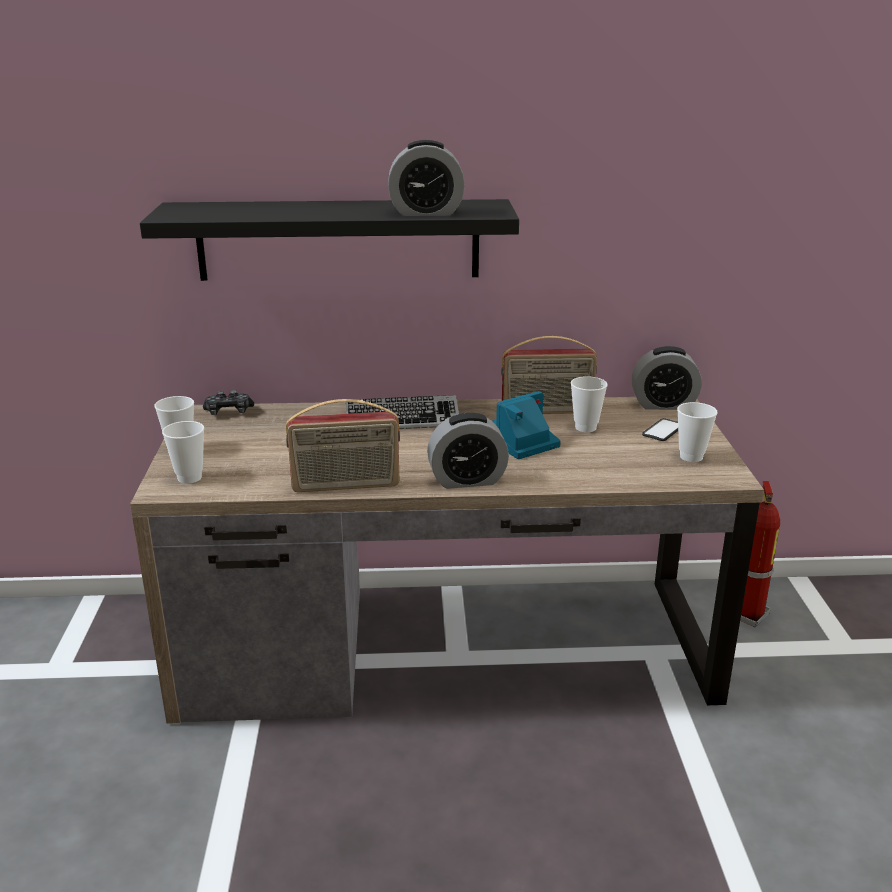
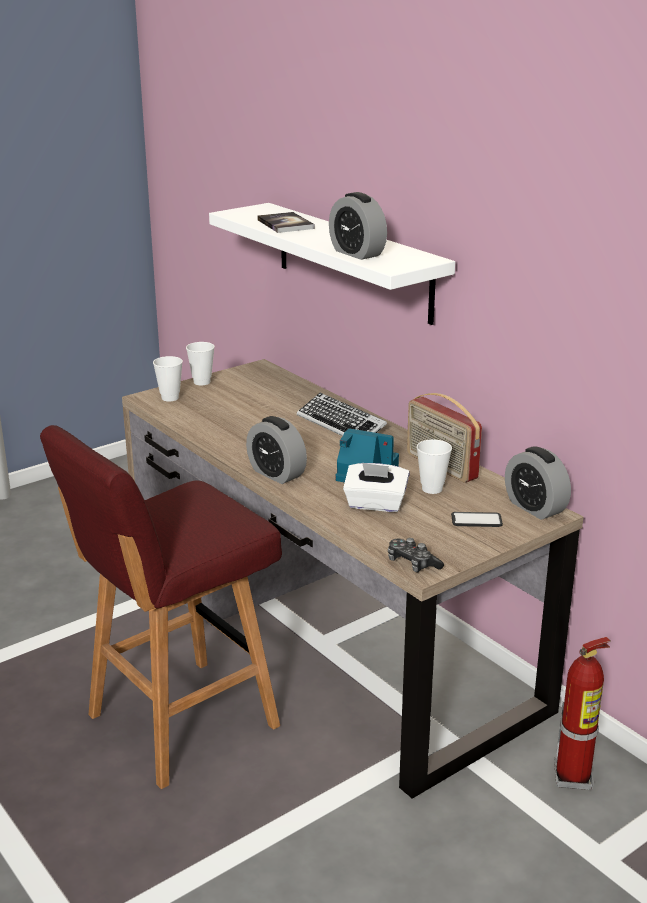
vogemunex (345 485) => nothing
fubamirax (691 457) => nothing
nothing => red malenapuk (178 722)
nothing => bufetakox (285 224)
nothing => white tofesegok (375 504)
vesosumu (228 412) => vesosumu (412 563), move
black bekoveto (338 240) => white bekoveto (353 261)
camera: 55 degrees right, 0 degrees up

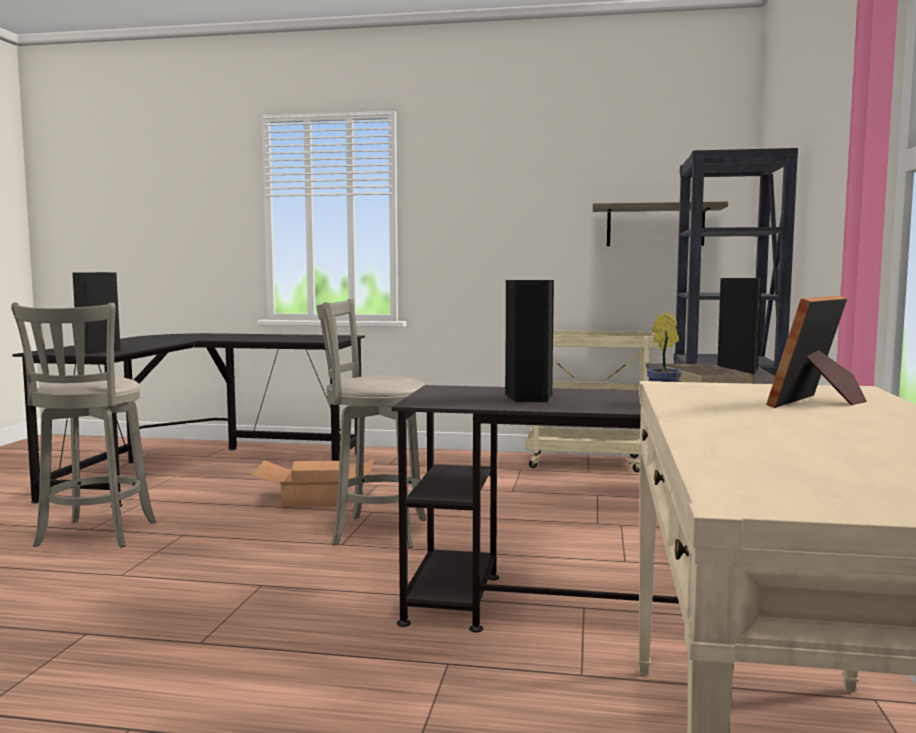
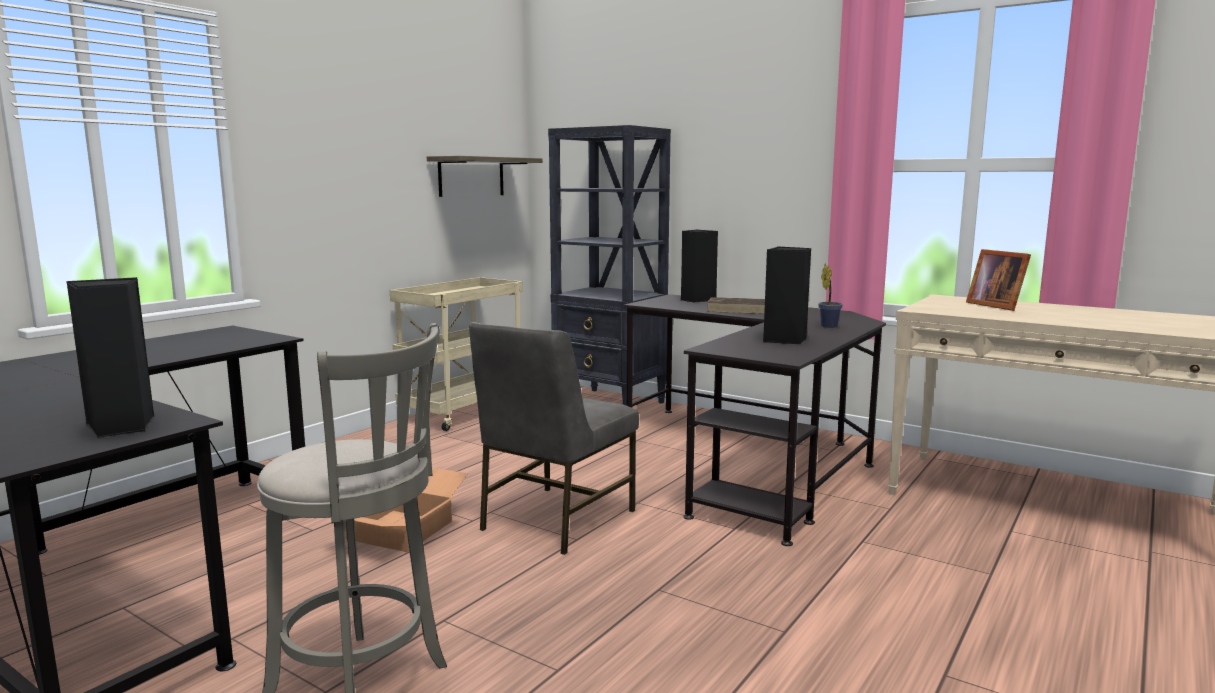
grey malenapuk (374 531) => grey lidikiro (554 520)
camera: 65 degrees left, 5 degrees up

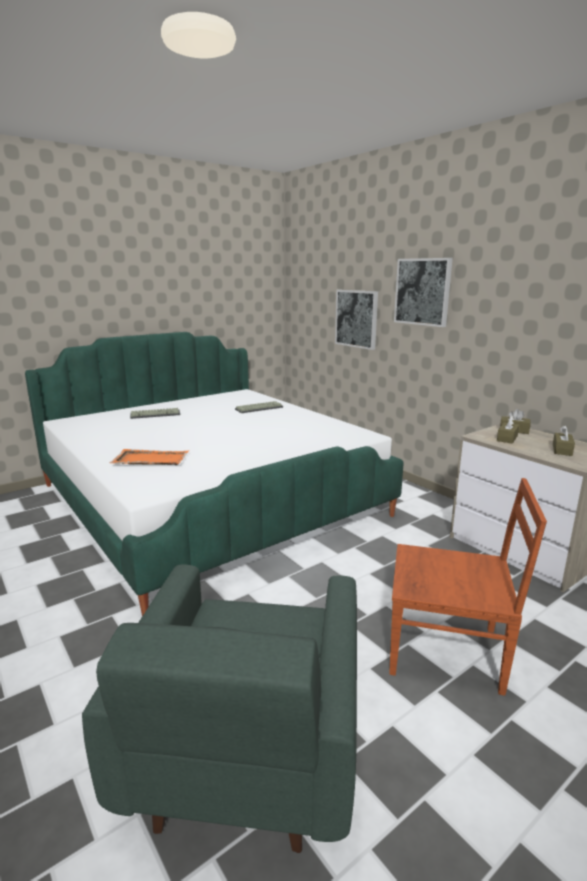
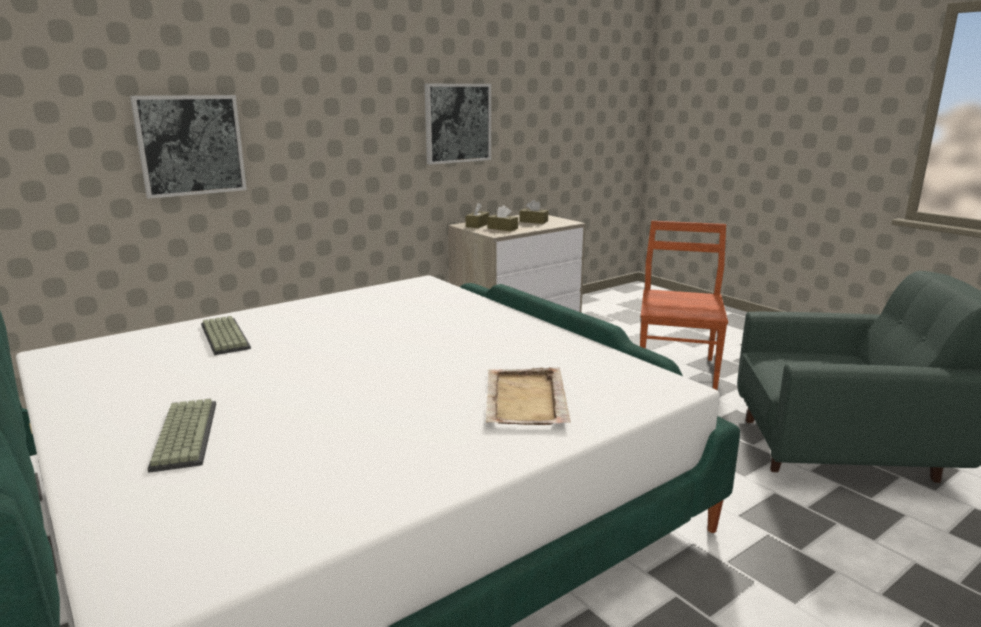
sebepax (422 292) => sebepax (457 123), move
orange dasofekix (150 459) => beige dasofekix (525 400)
camera: 90 degrees left, 0 degrees up

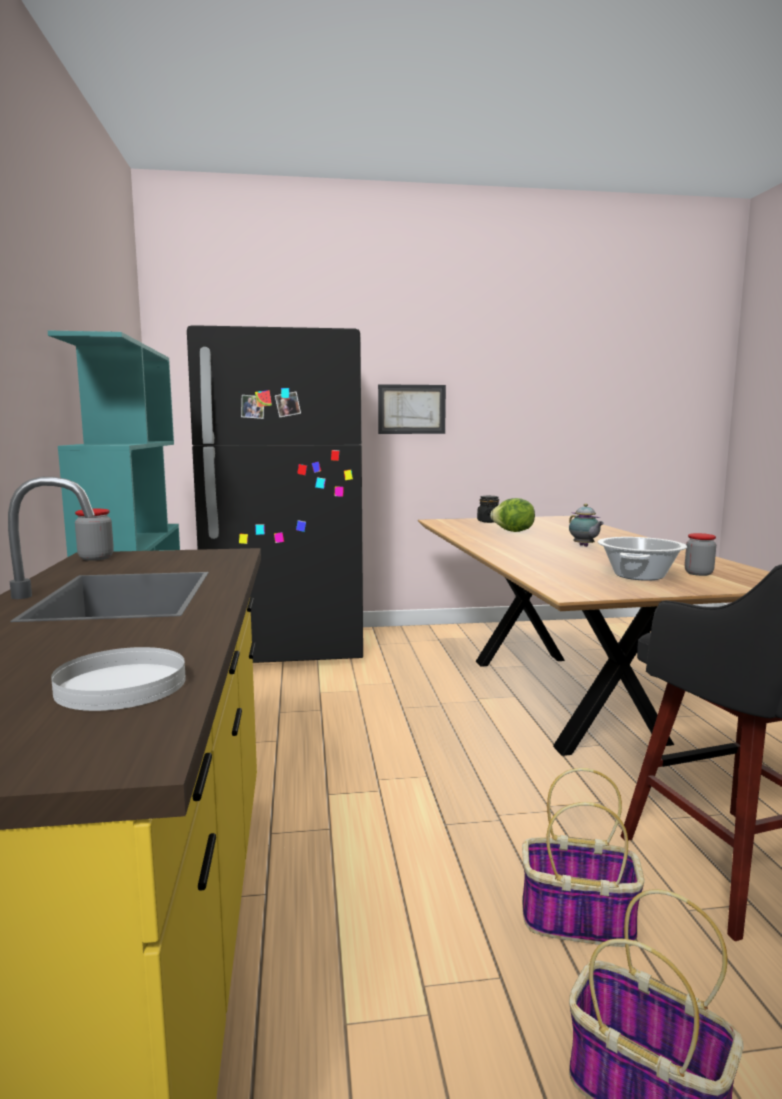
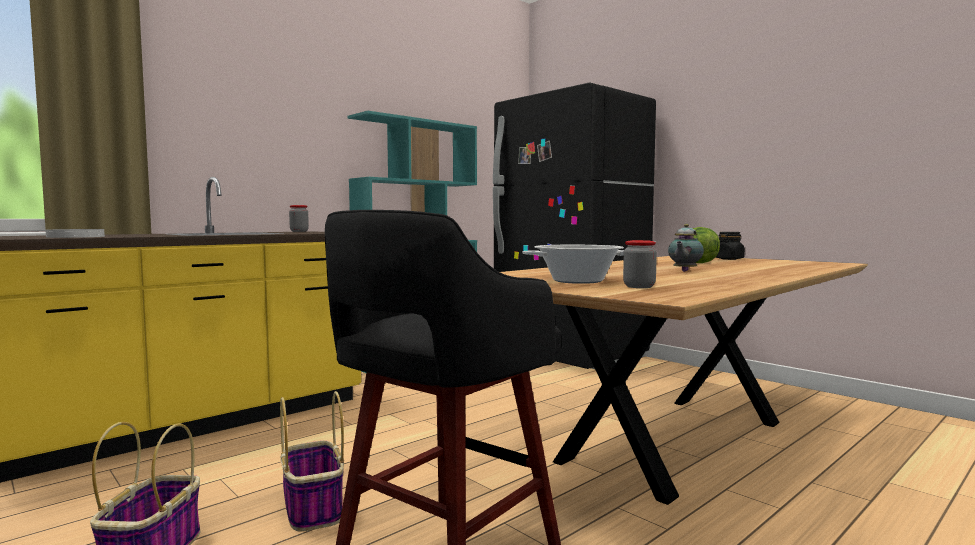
sebepax (411 409) => nothing
camera: 55 degrees right, 5 degrees down

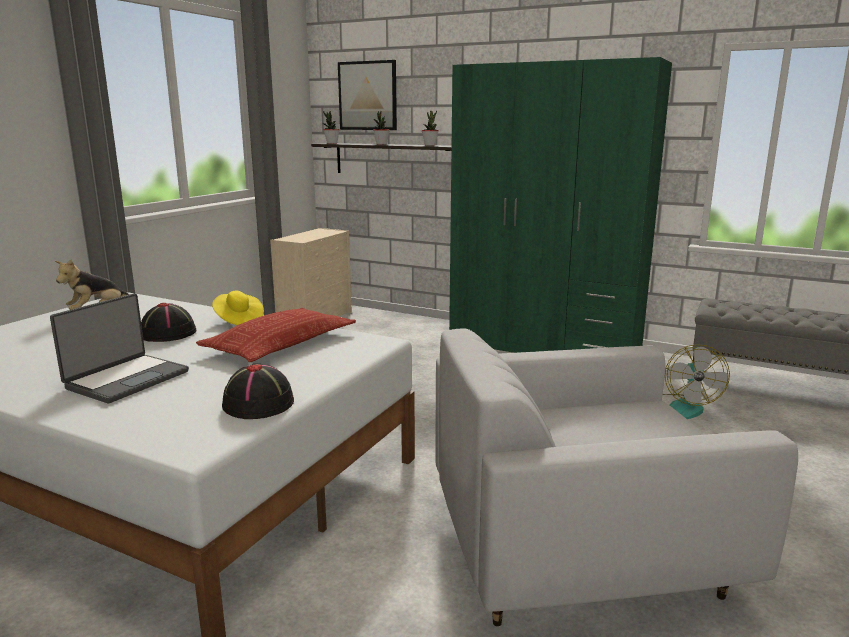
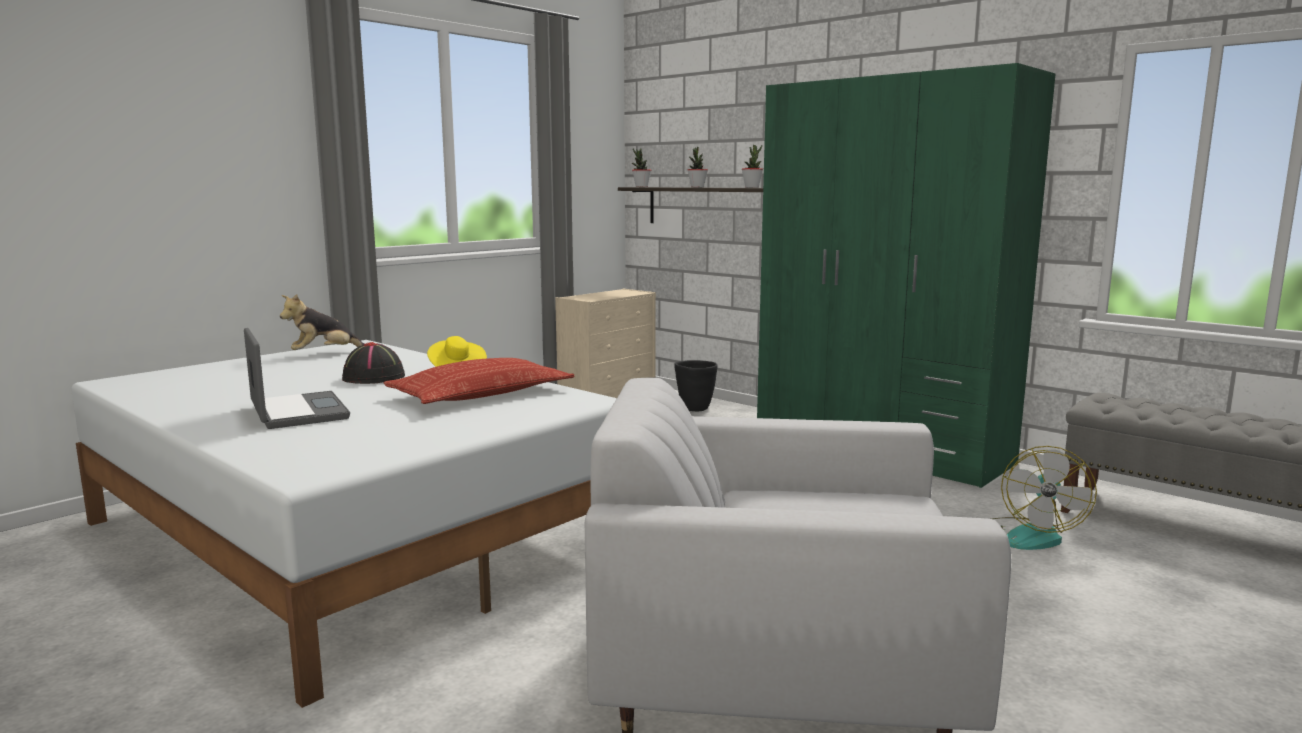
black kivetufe (259 403) => nothing
sebepax (367 96) => nothing
nothing => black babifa (695 408)
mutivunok (126 379) => mutivunok (297 412), 75 degrees counterclockwise
camera: 15 degrees right, 5 degrees down

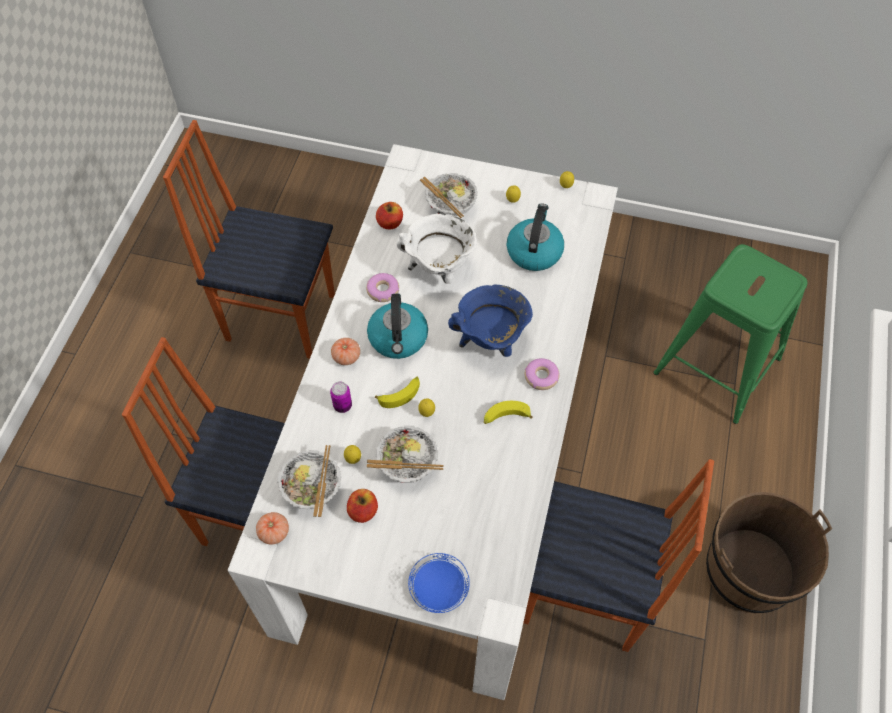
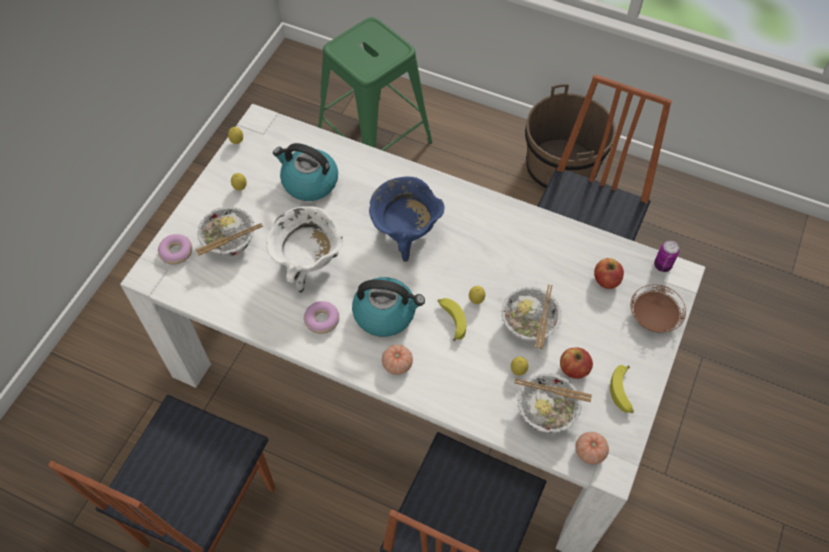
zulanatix (342 405) => zulanatix (662 265), move
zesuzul (390 223) => zesuzul (606 280), move
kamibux (505 417) => kamibux (622 392), move
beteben (541 377) => beteben (176 252), move
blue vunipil (439 589) => brown vunipil (654 316)
camera: 80 degrees left, 0 degrees up

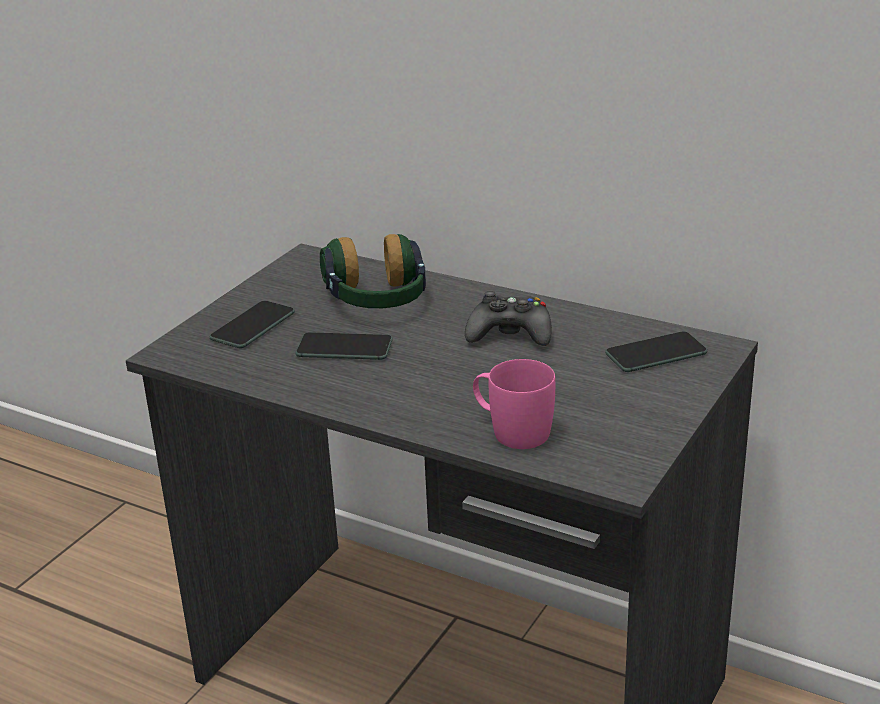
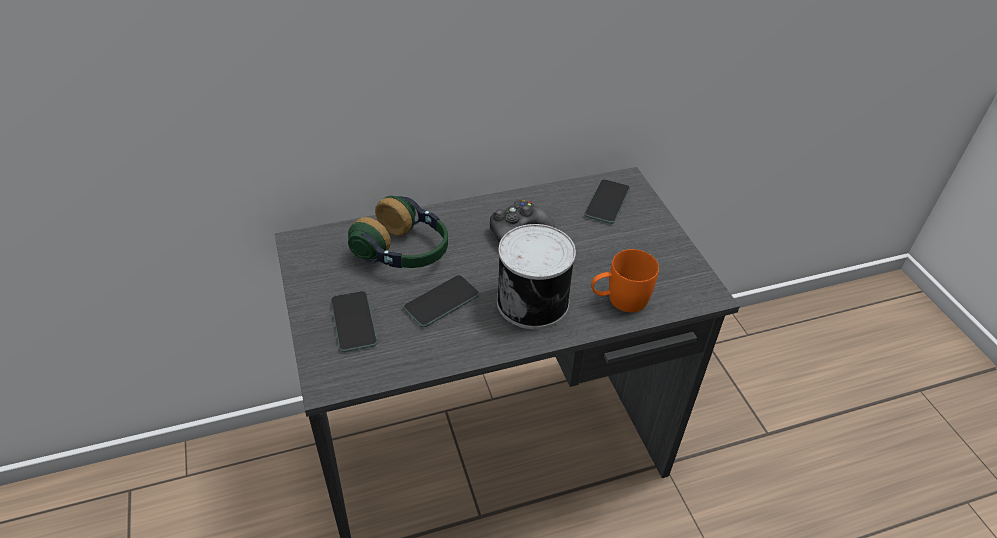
nothing => zulanatix (534 301)
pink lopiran (511 431) => orange lopiran (619 300)
camera: 50 degrees left, 15 degrees up

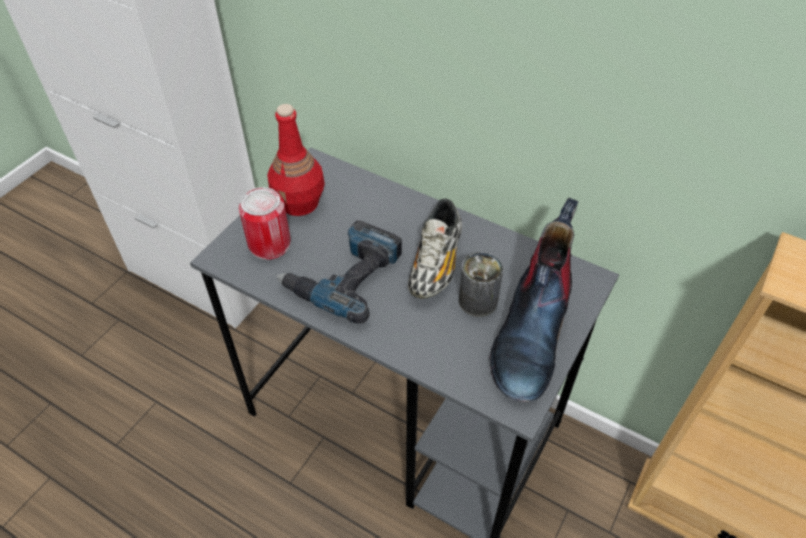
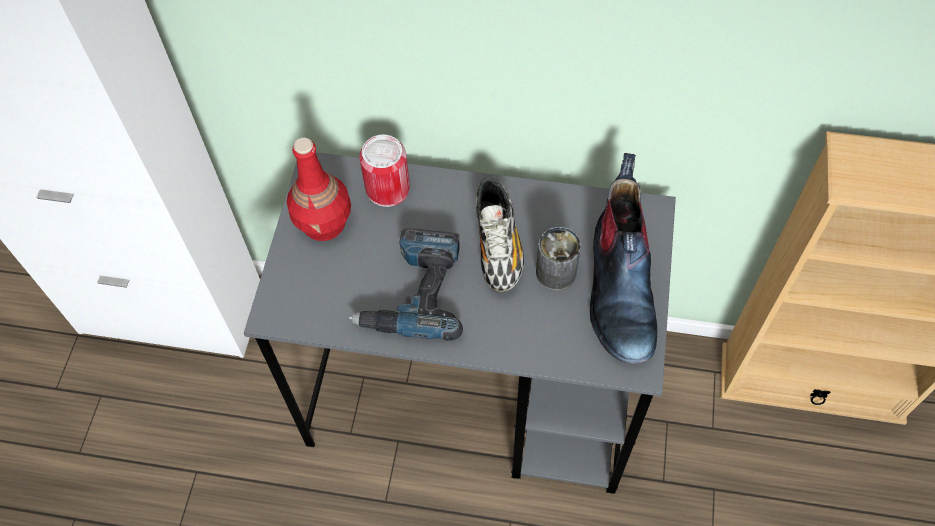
zulanatix (269 244) => zulanatix (387 188), move
camera: 20 degrees left, 10 degrees up

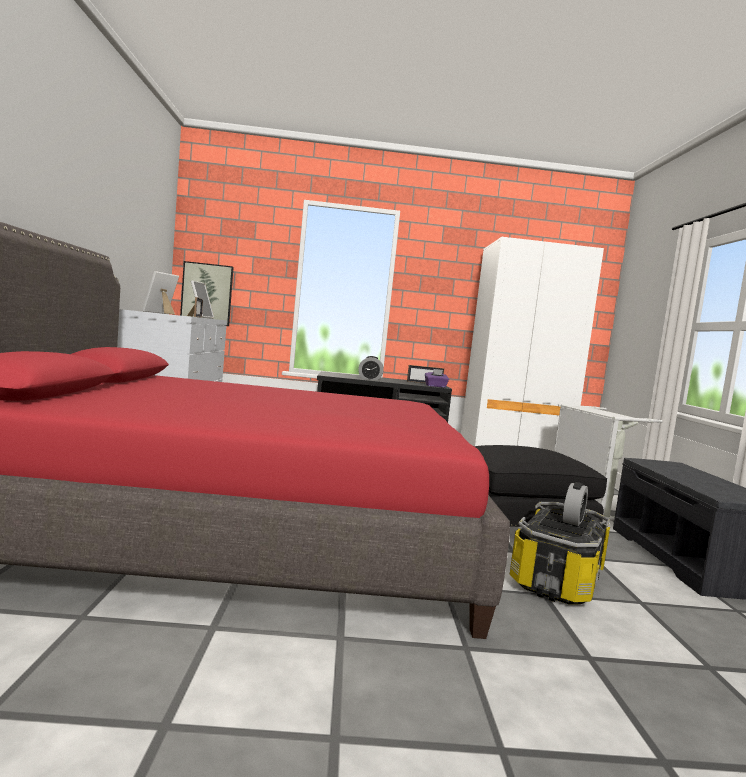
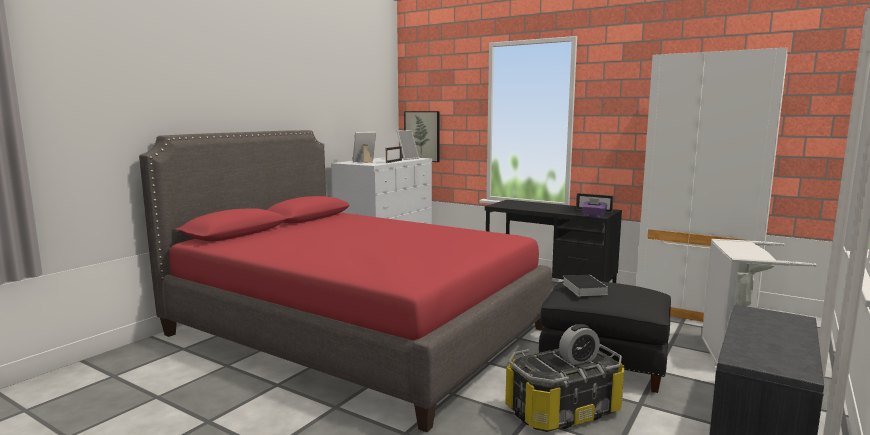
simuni (370 379) => nothing
nothing => bufetakox (583 288)
camera: 35 degrees right, 5 degrees up

